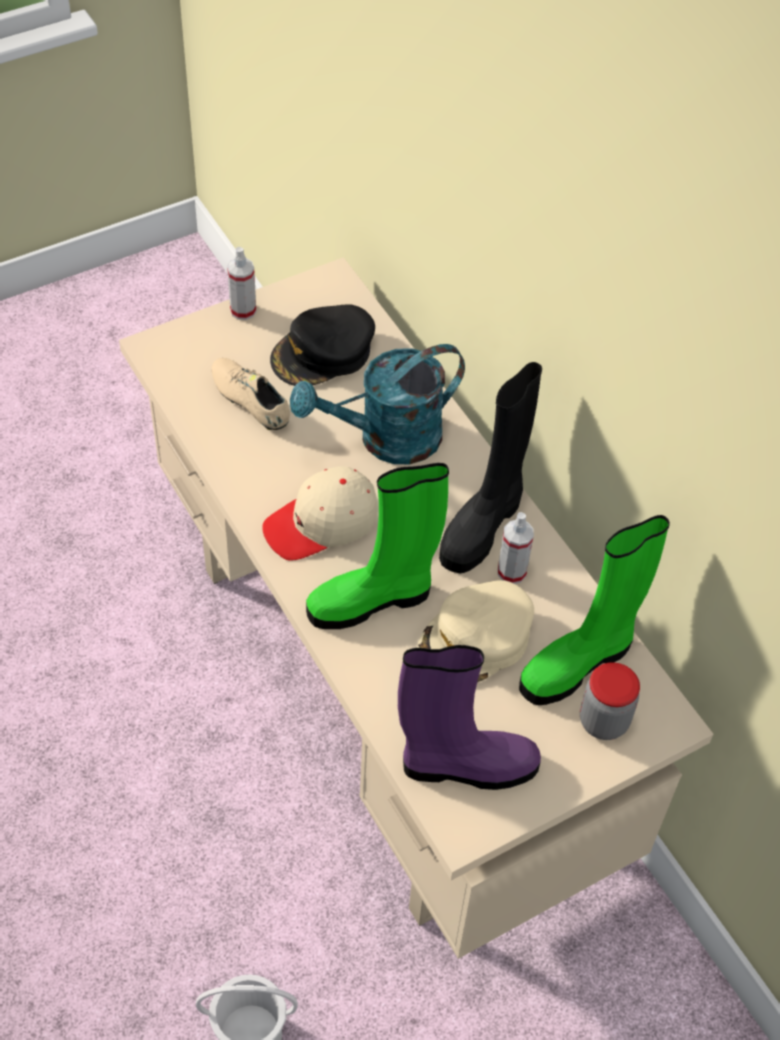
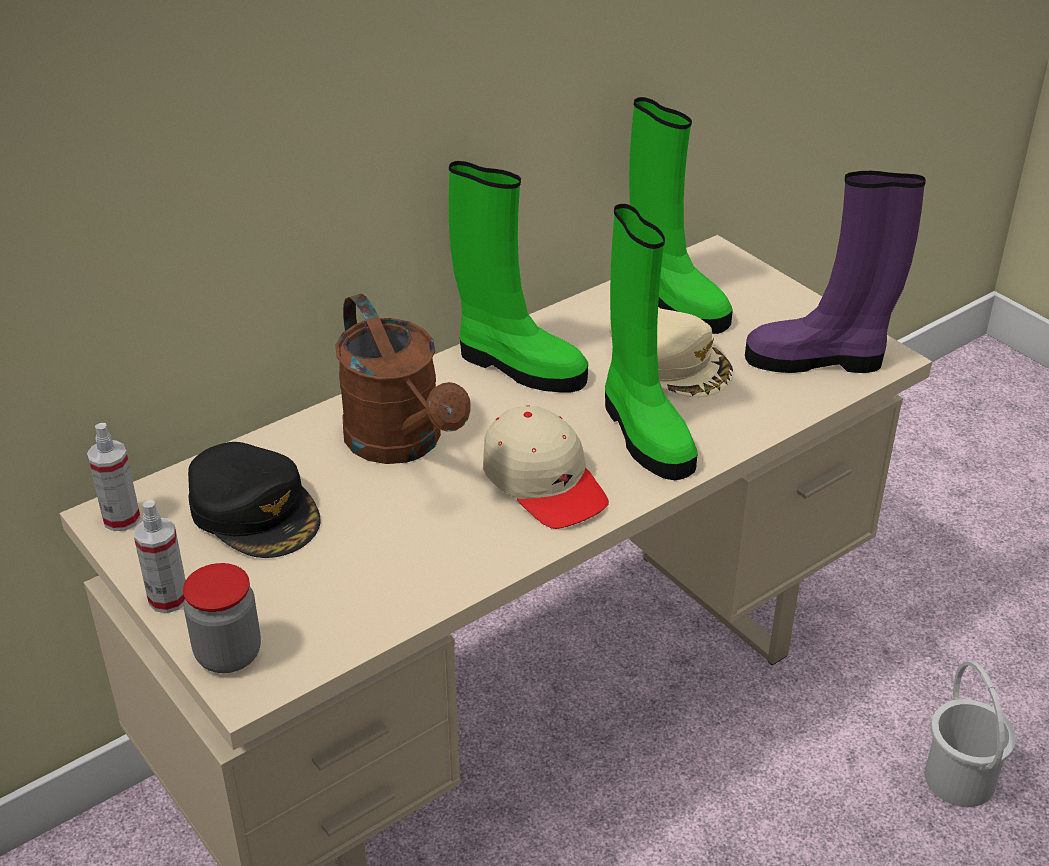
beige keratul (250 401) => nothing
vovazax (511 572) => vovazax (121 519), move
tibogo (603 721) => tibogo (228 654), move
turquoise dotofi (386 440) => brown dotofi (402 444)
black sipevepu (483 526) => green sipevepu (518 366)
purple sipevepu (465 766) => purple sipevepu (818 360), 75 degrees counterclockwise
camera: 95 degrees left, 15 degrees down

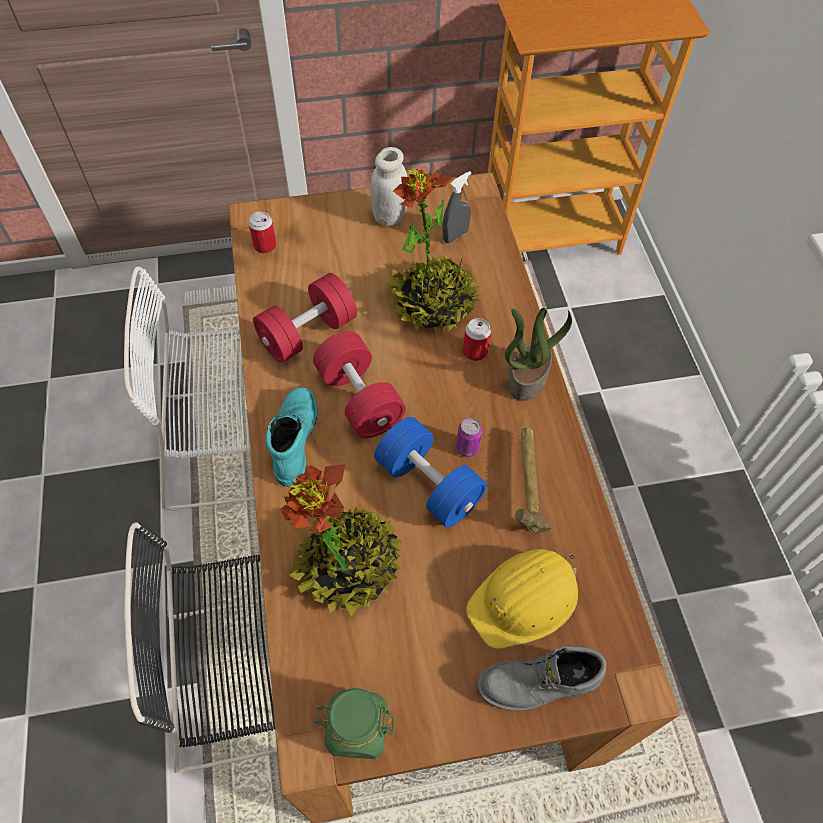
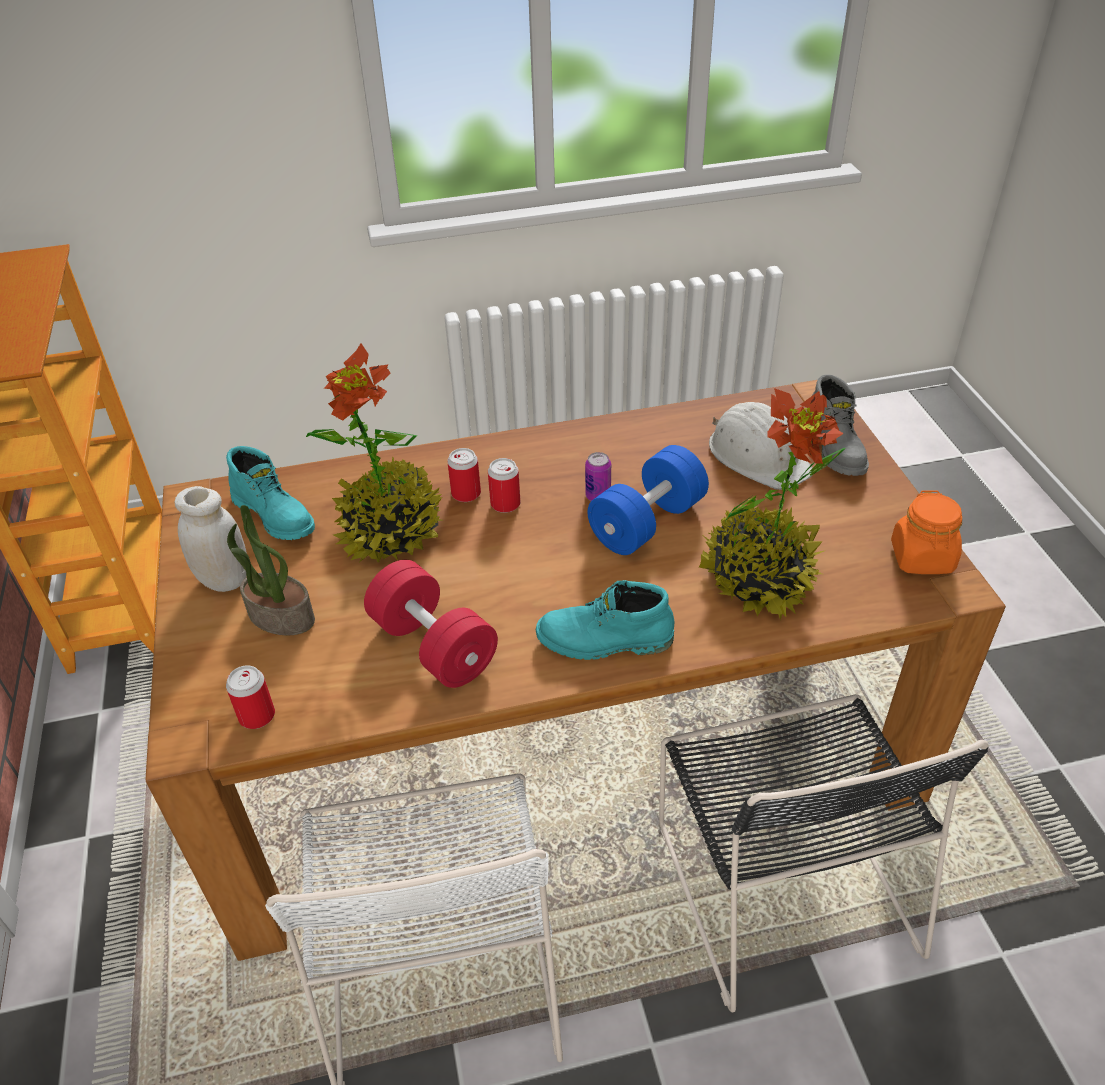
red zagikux (359 399) => nothing
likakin (528 486) => nothing
nothing => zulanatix (505 504)
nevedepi (527 378) => nevedepi (279 617), move
grey vovazax (455 236) => turquoise sipevepu (275 515)
green tibogo (356 728) => orange tibogo (922 558)
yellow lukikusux (525 599) => white lukikusux (758 455)
camera: 90 degrees left, 15 degrees down

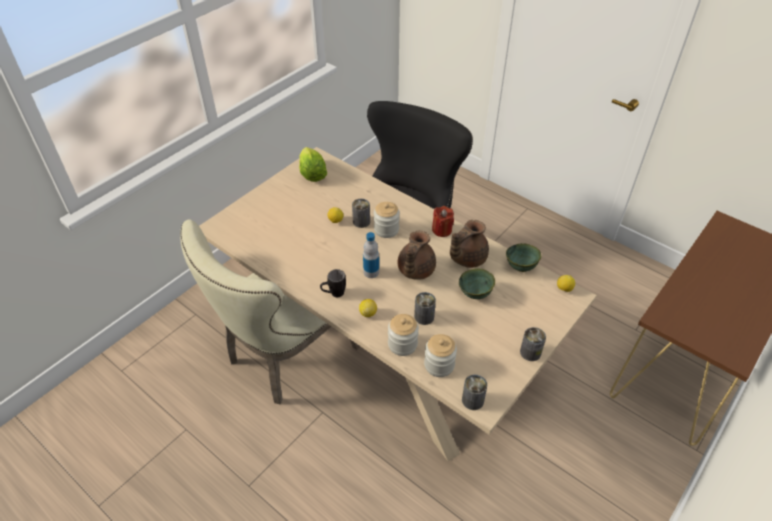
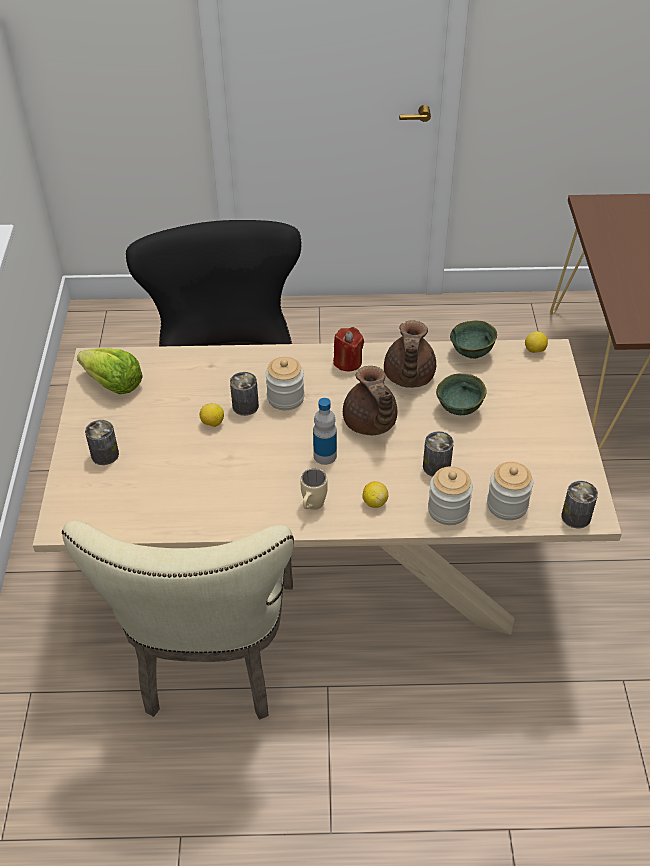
zulanatix (530 352) => zulanatix (105 455), move
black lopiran (333 294) => beige lopiran (312 507)
camera: 40 degrees left, 0 degrees up

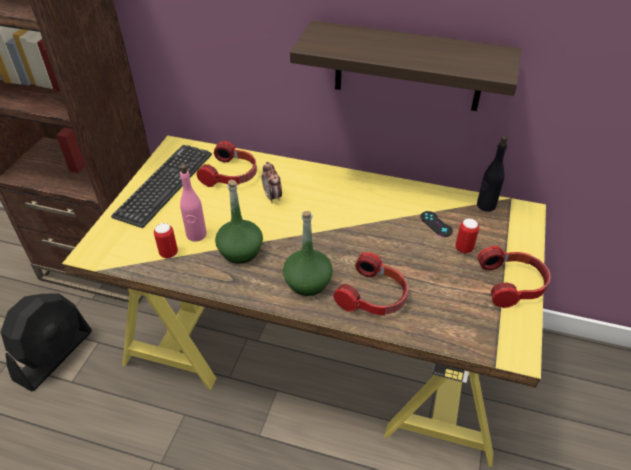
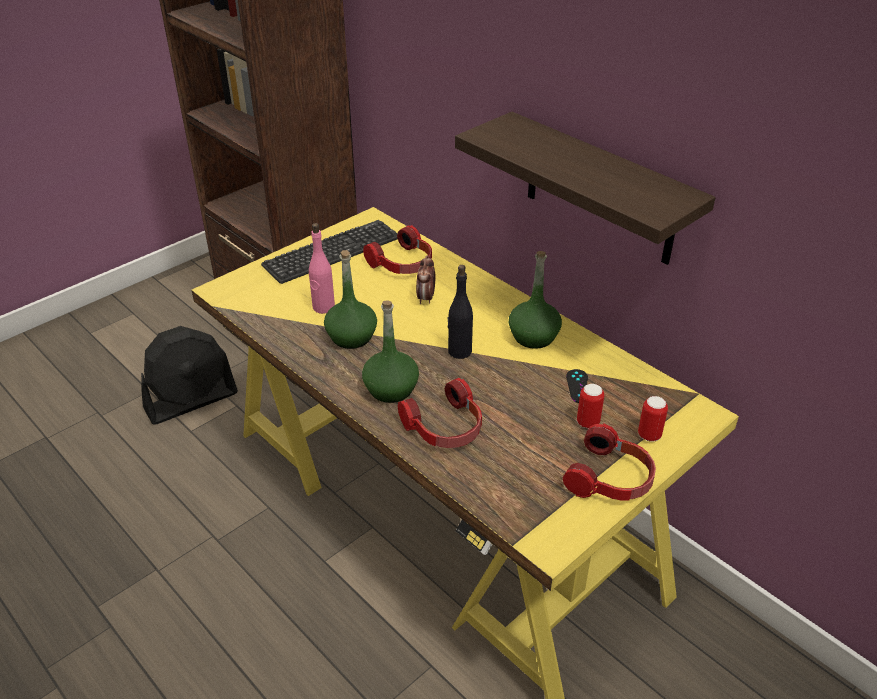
nothing => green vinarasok (533 336)
zulanatix (168 253) => zulanatix (649 435), move
black vinarasok (485 205) => black vinarasok (459 351), move
camera: 30 degrees right, 5 degrees down

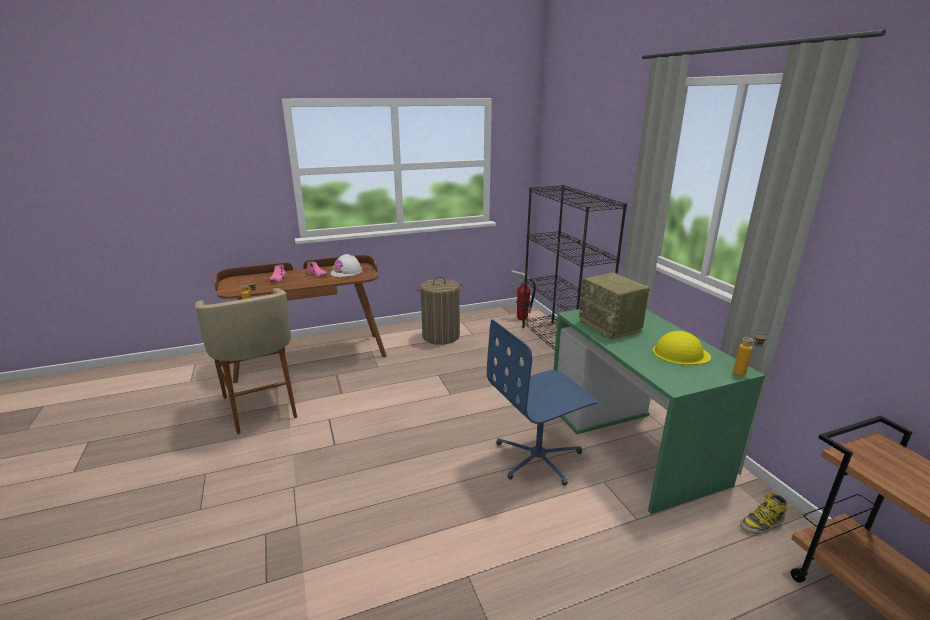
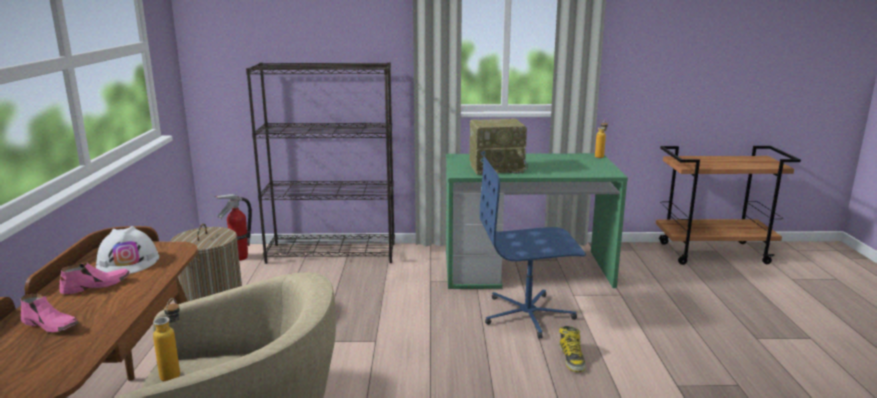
yellow lukikusux (680 353) => nothing
sipevepu (762 523) => sipevepu (572 358), move
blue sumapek (538 457) => blue sumapek (528 315), 90 degrees clockwise
camera: 70 degrees left, 5 degrees down

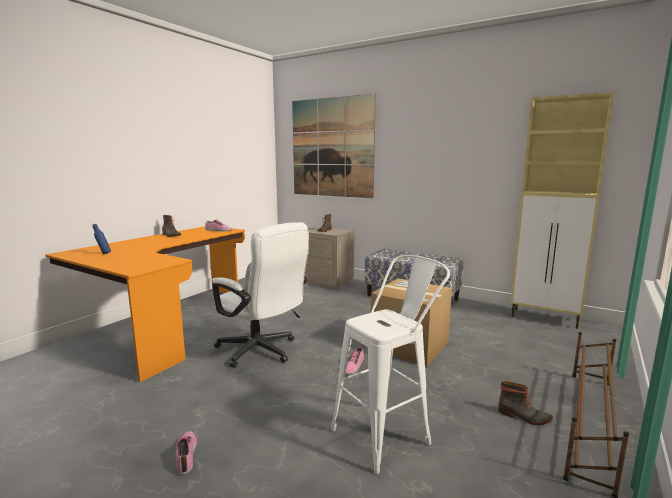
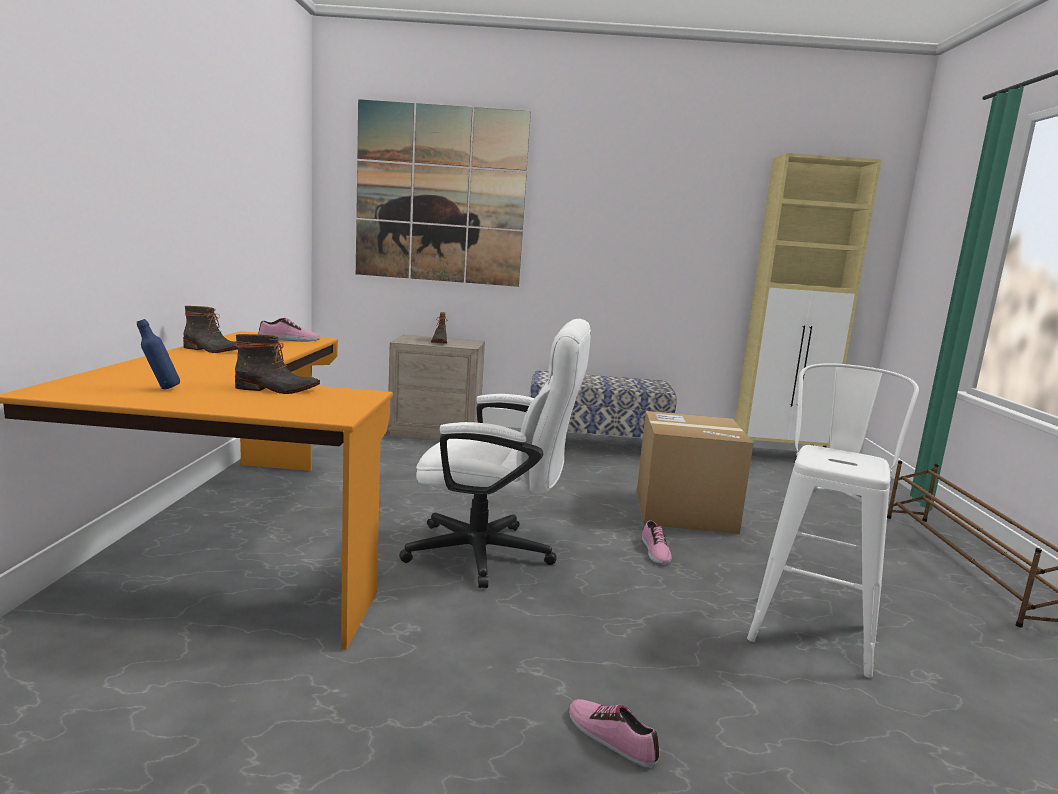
sipevepu (524 417) => sipevepu (277 389), move
camera: 30 degrees left, 0 degrees up

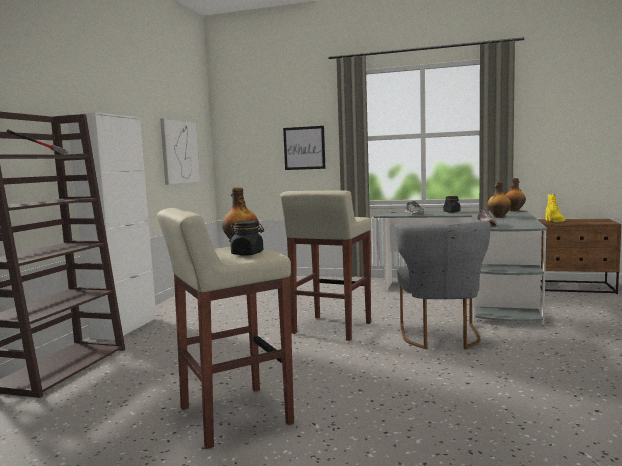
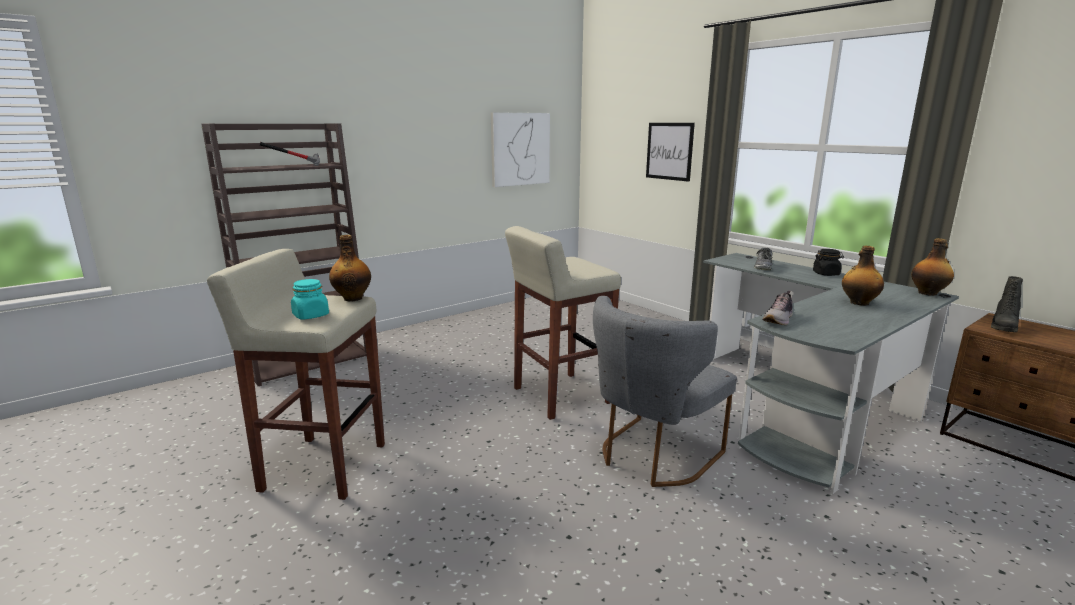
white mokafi (124 328) => nothing
black tibogo (247 254) => turquoise tibogo (311 315)
yellow sipevepu (554 221) => black sipevepu (1003 327)
camera: 35 degrees right, 10 degrees up

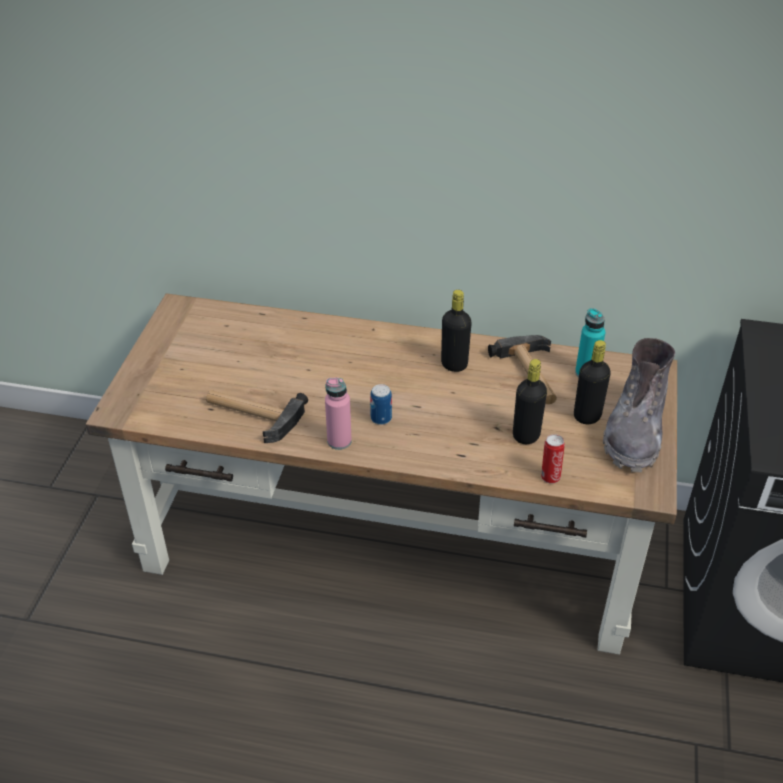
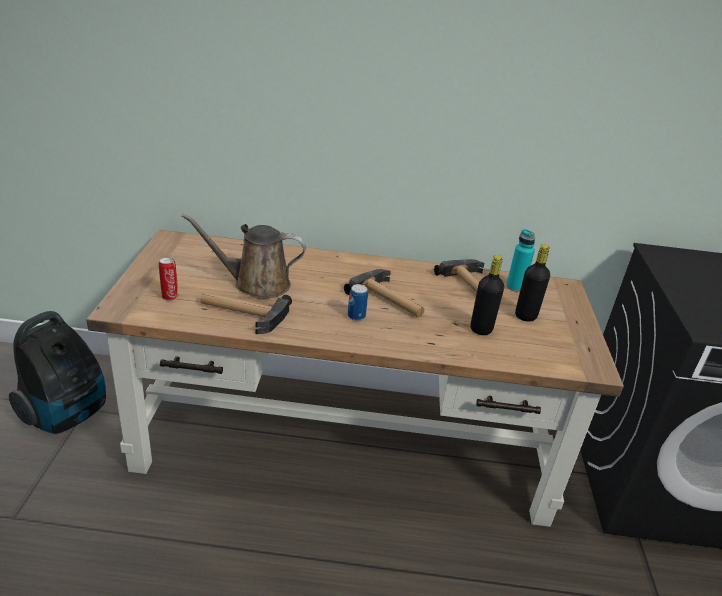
pink vinarasok (339 441) => nothing
black vinarasok (454 364) => nothing
grey sipevepu (634 431) => nothing
nothing => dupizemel (67 414)
nothing => brown dotofi (256 284)
nothing => likakin (389 300)
zulanatix (550 476) => zulanatix (170 296), move
camera: 10 degrees left, 10 degrees down

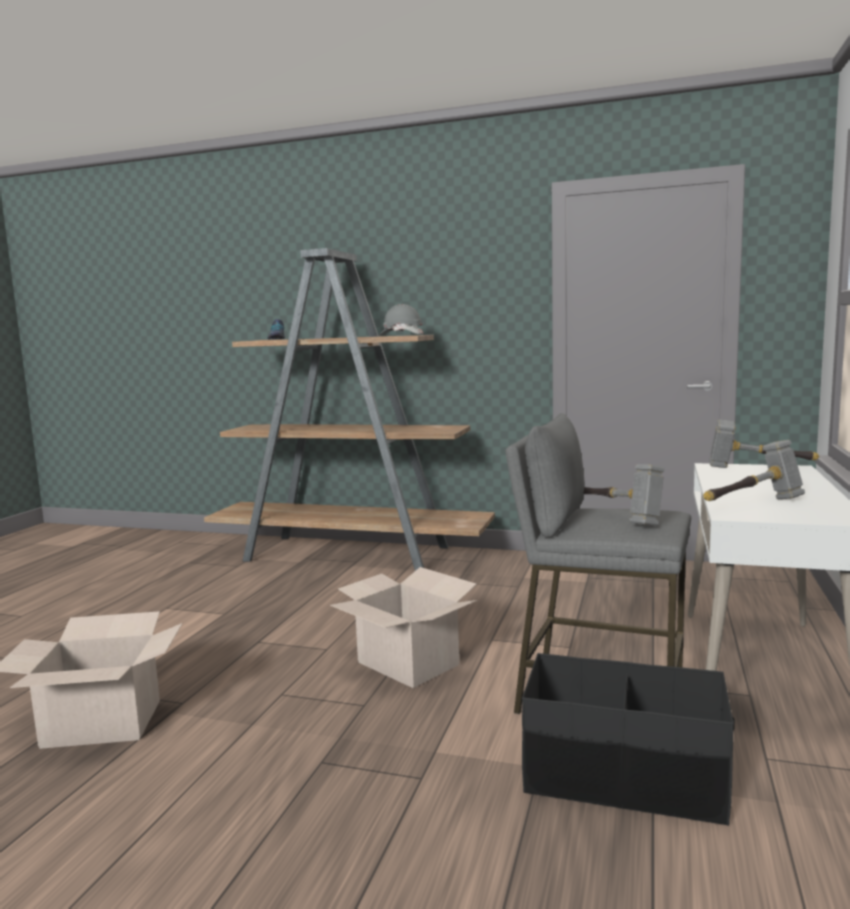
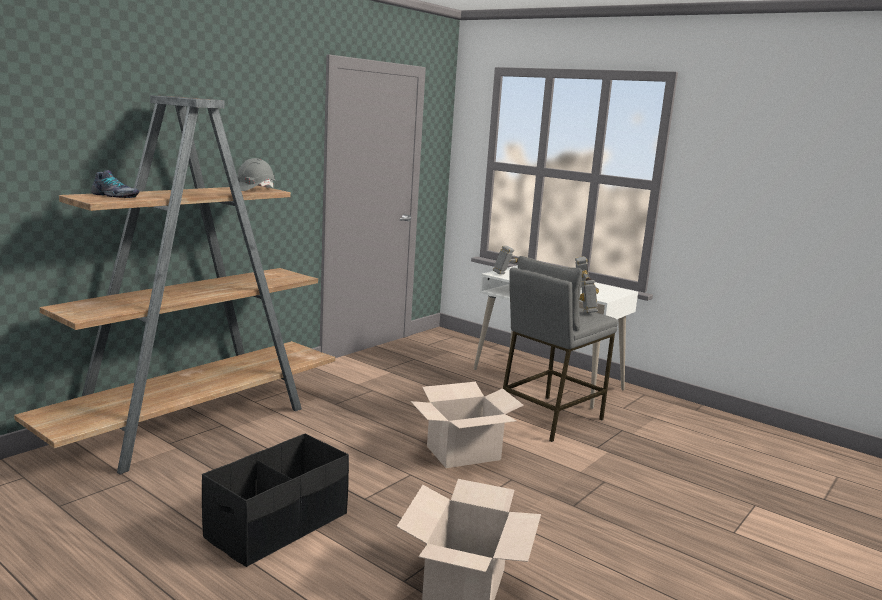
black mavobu (624 779) => black mavobu (278 526), move
camera: 70 degrees left, 5 degrees up

